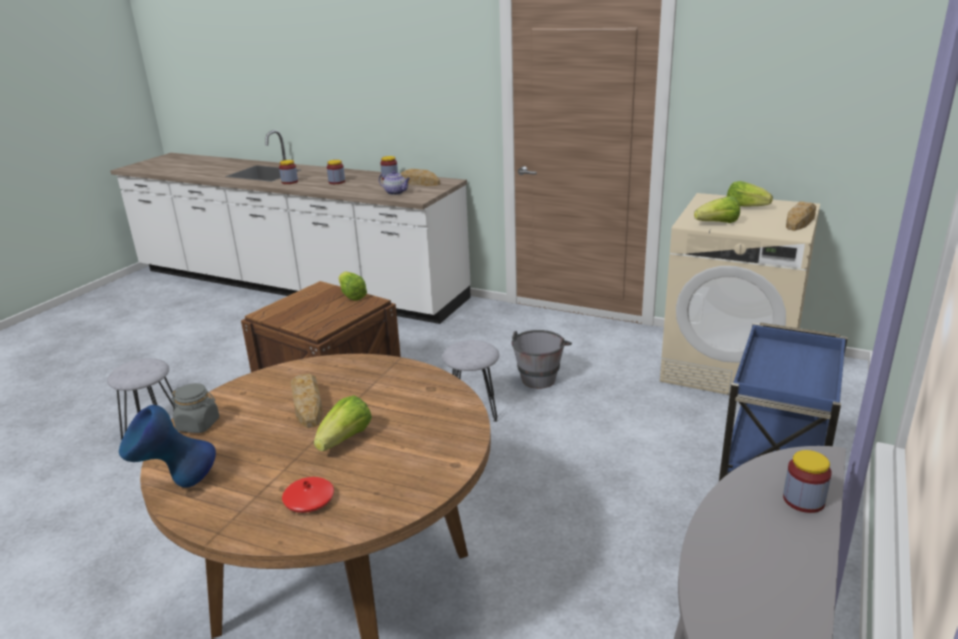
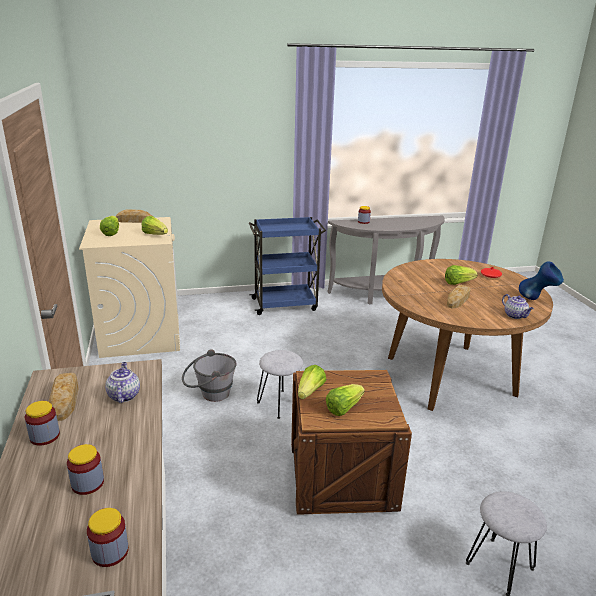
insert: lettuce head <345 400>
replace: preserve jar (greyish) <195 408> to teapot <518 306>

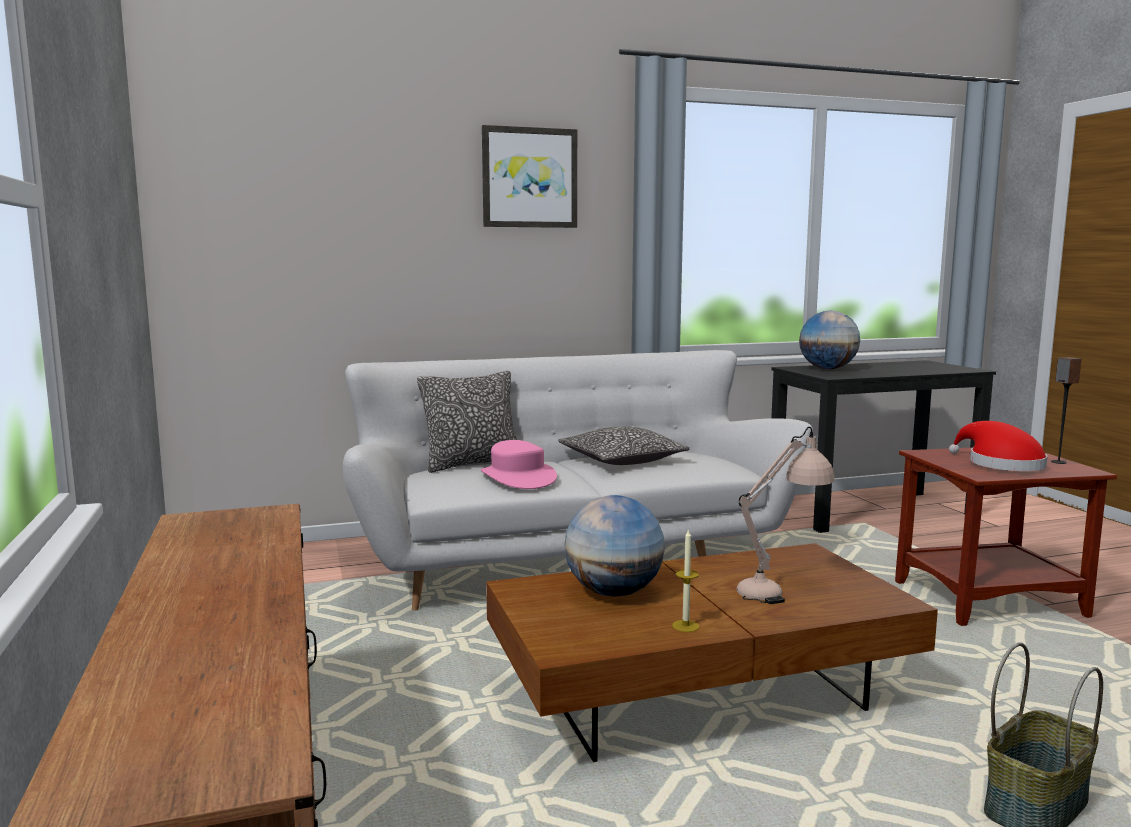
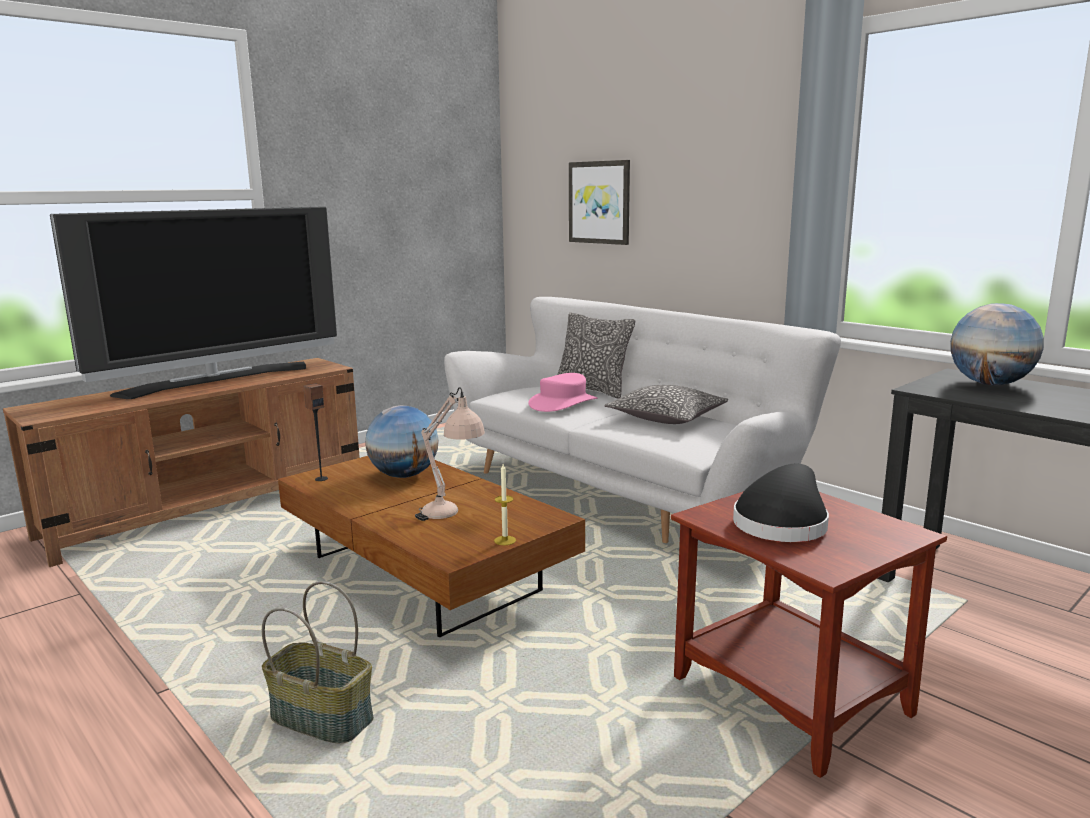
insert: TV <193 303>
move: audio speaker <1066 410> to <316 432>; wax candle <685 580> to <505 504>; wall picture <529 176> to <599 202>
recolor: clothing hat (reddish) <998 446> to clothing hat (black) <781 503>

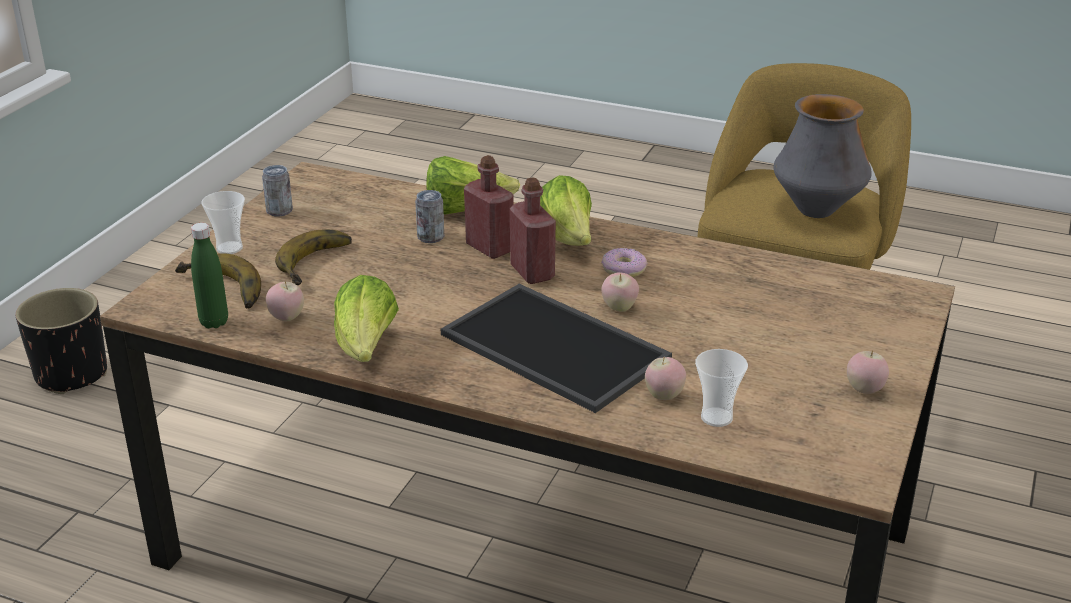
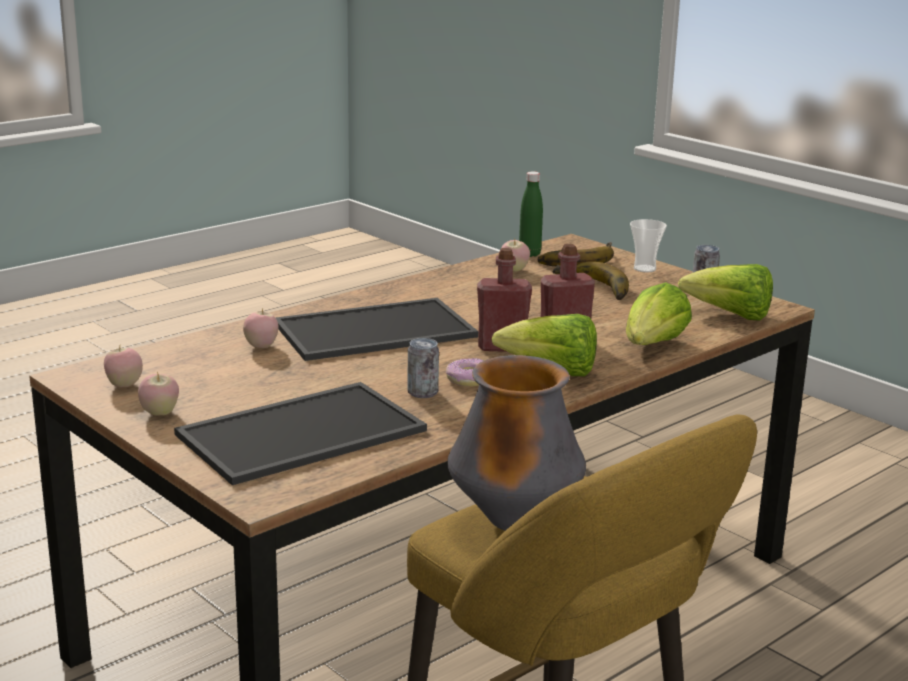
delete: flower pot (black) <61 341>; drinking cup <721 388>
insert: carrying tray <300 433>
move: whole apple <620 292> to <123 366>; sealed can <429 216> to <423 368>; lettuce head <366 318> to <725 292>

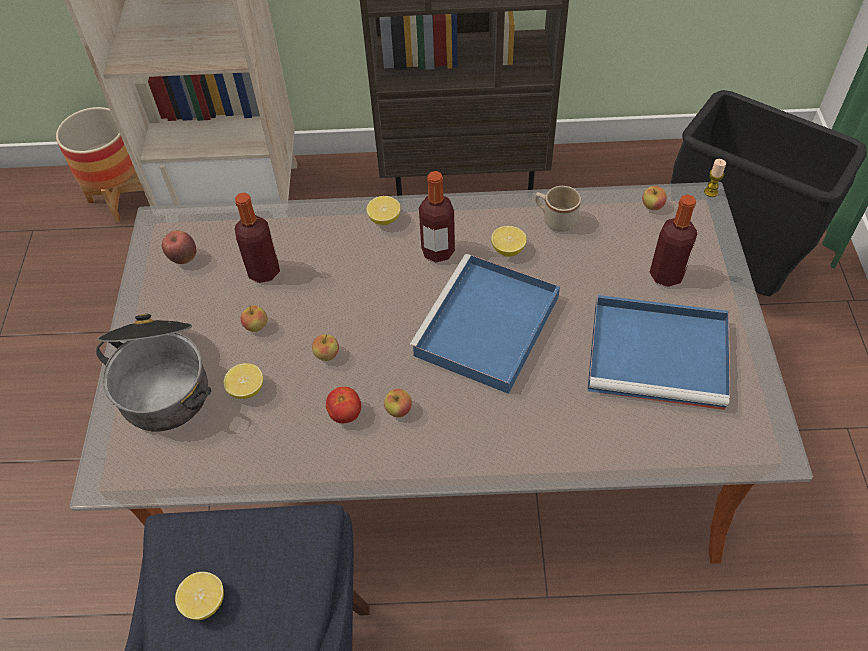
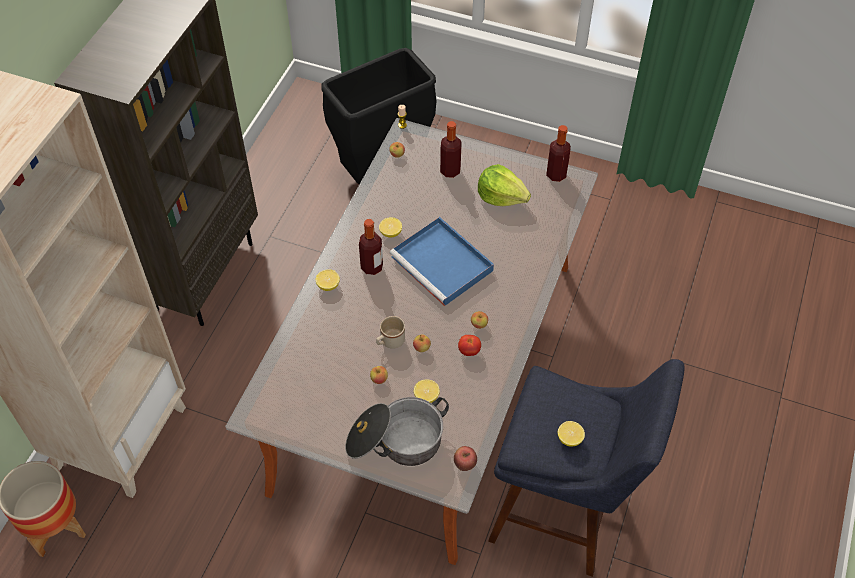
move: tea mug (sand-coloured) <558 209> to <390 332>; whole apple <179 247> to <465 458>; drink bottle <257 237> to <558 153>
replace: carrying tray (bluish) <658 352> to lettuce head <504 185>

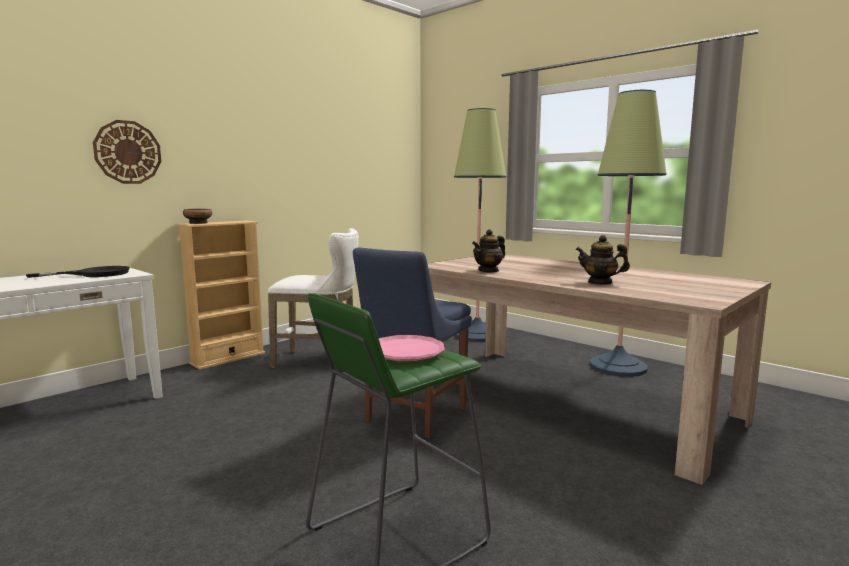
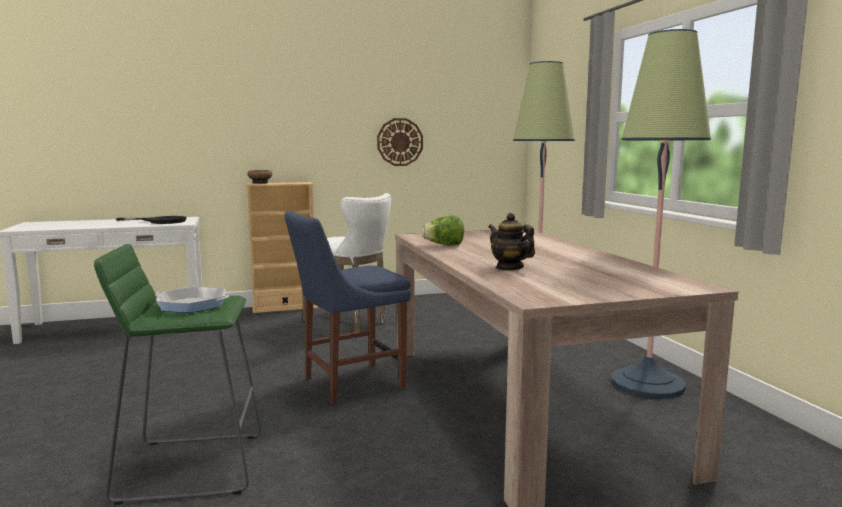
move: clock on the wall <127 152> to <400 142>
replace: dinner plate (pink-coloured) <412 348> to skillet <192 299>; teapot <488 251> to lettuce head <442 231>

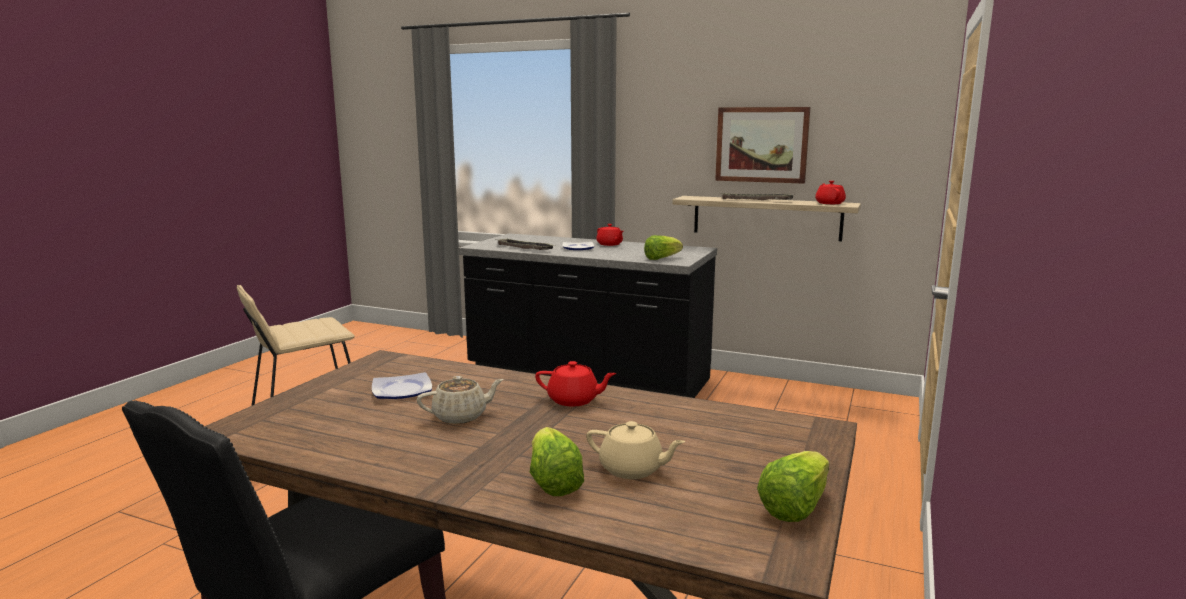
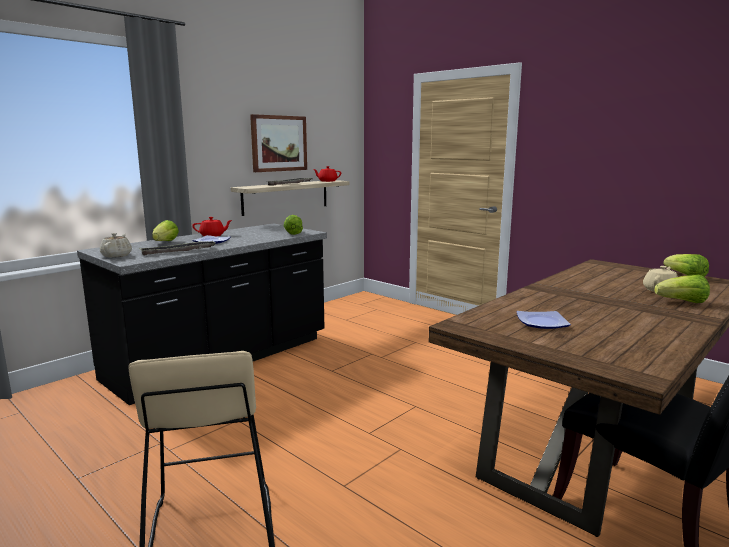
delete: teapot (reddish) <575 384>
insert: lettuce head <165 230>
move: teapot (sand-coloured) <460 400> to <116 245>

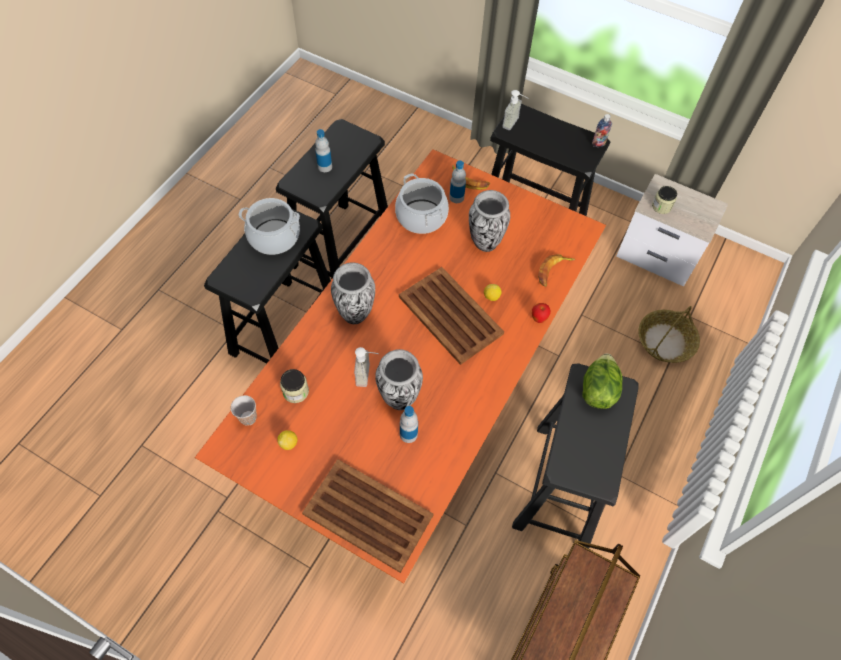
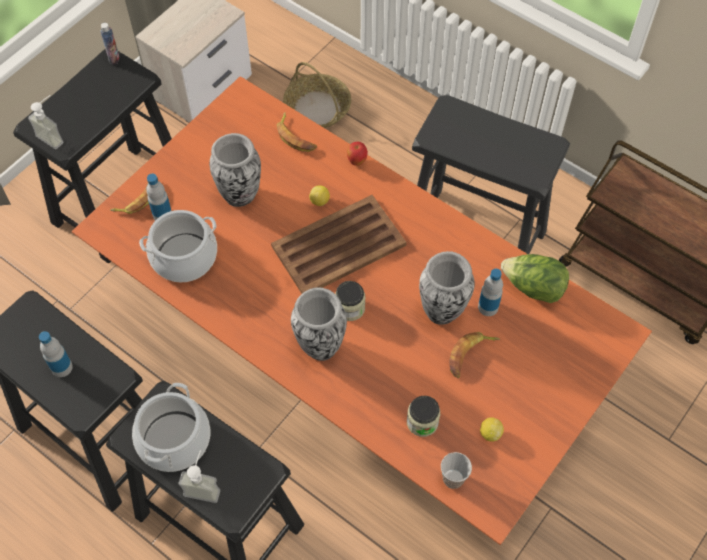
delete: carrying tray (brown-coloured) <368 516>
insert: banana <474 355>
move: liquid soap bottle <366 367> to <199 476>; preserve jar <664 200> to <350 301>; lettuce head <602 381> to <535 278>

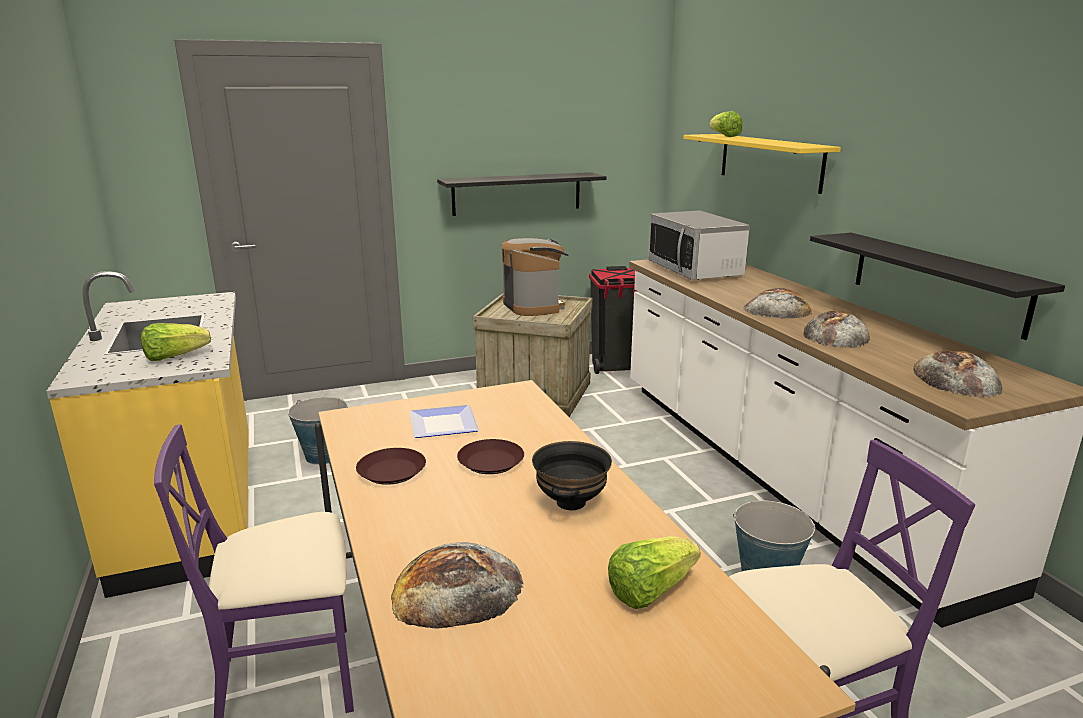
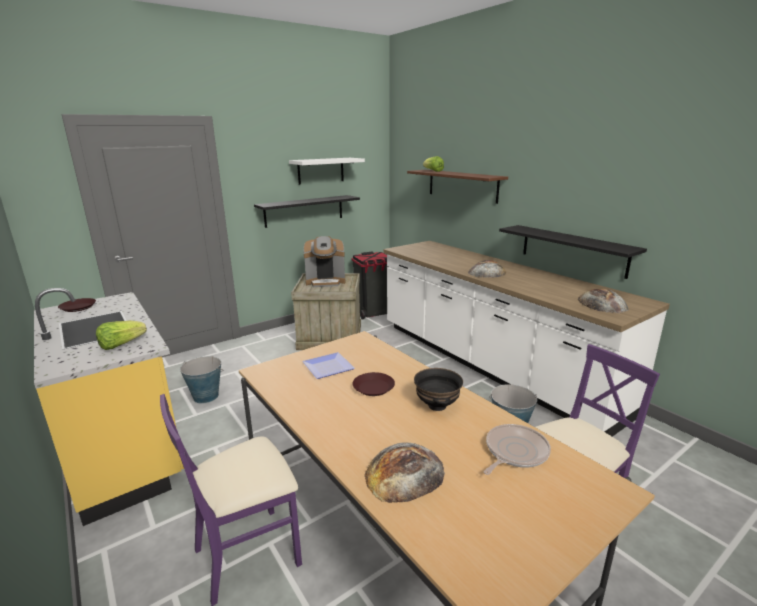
delete: microwave <699 245>; baked bread <836 329>
insert: bracket shelf (white-coloured) <327 171>
move: dinner plate (brown-coloured) <391 466> to <77 305>
replace: lettuce head <654 572> to skillet <517 449>
recolor: bracket shelf (yellow-coloured) <762 164> to bracket shelf (brown-coloured) <457 187>
rotate: coffee maker <535 277> = <324 261> 120 degrees clockwise

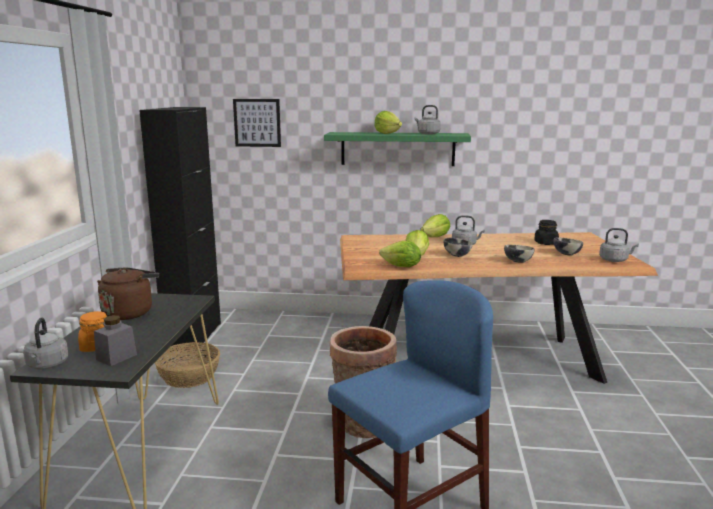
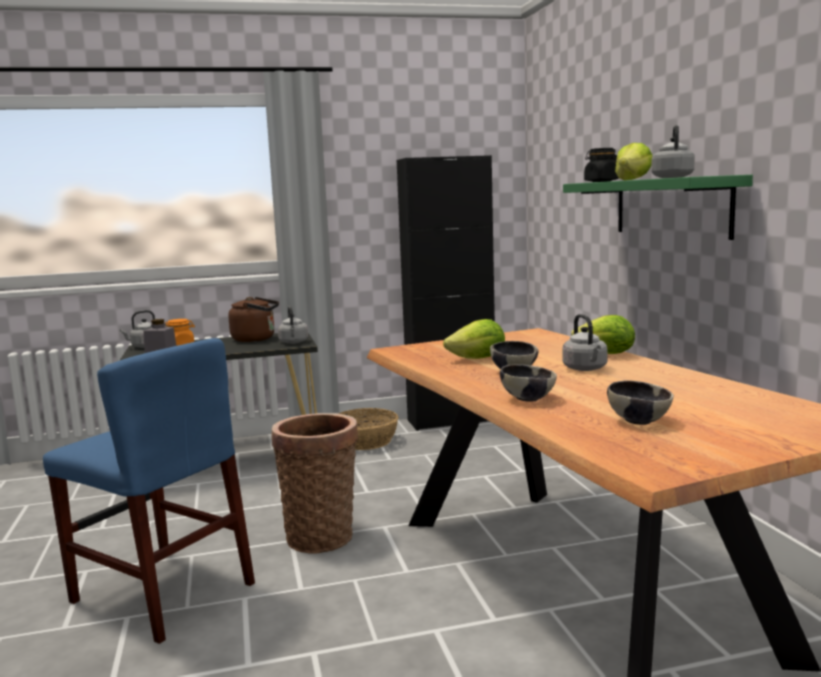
delete: wall picture <257 123>; lettuce head <400 254>
move: water kettle (greyish) <619 245> to <293 325>; preserve jar (black) <546 232> to <601 165>

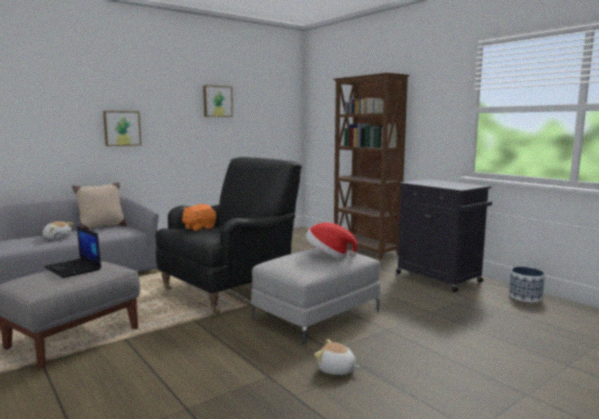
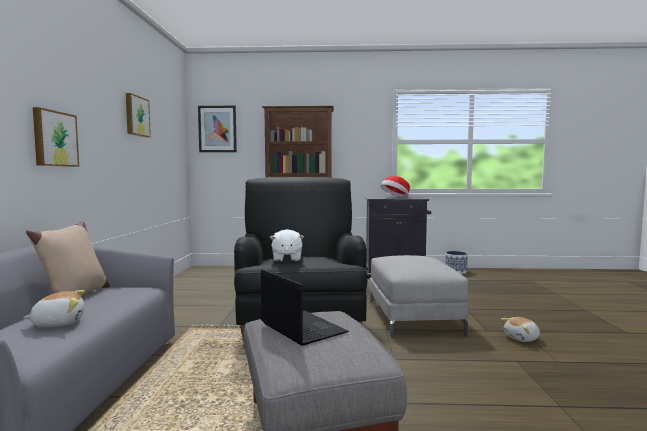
insert: wall picture <217 129>
move: clothing hat <332 240> to <395 187>
recolor: plush toy (orange-coloured) <199 217> to plush toy (white-coloured) <287 245>
rotate: laptop <72 252> = <305 307> 120 degrees counterclockwise

